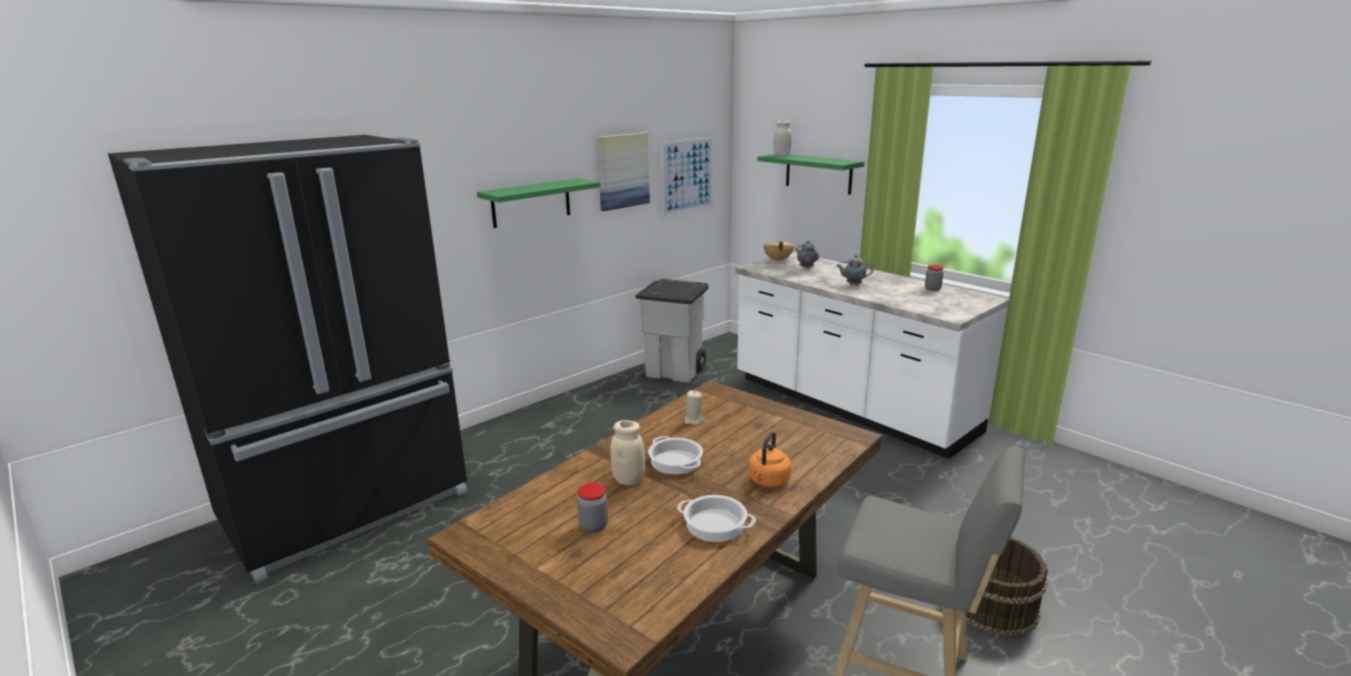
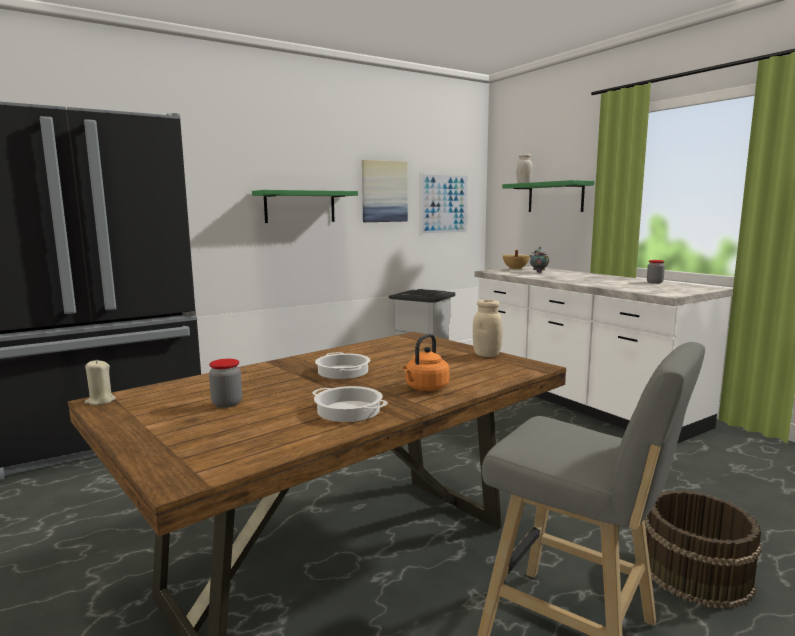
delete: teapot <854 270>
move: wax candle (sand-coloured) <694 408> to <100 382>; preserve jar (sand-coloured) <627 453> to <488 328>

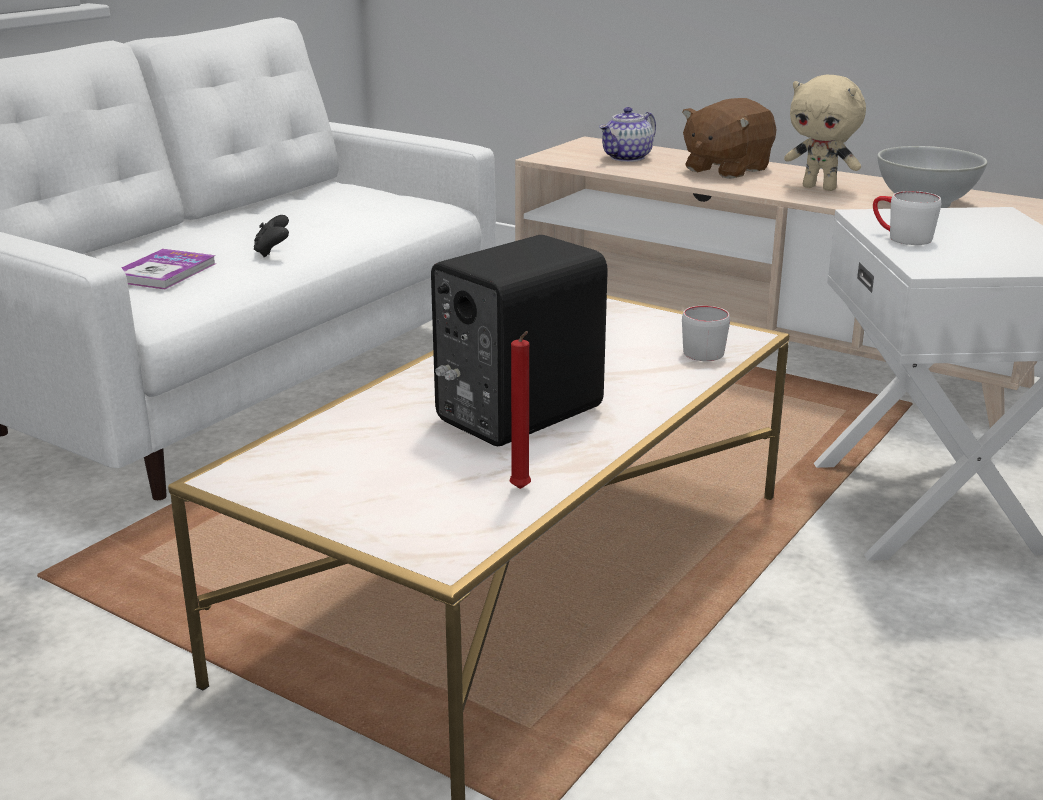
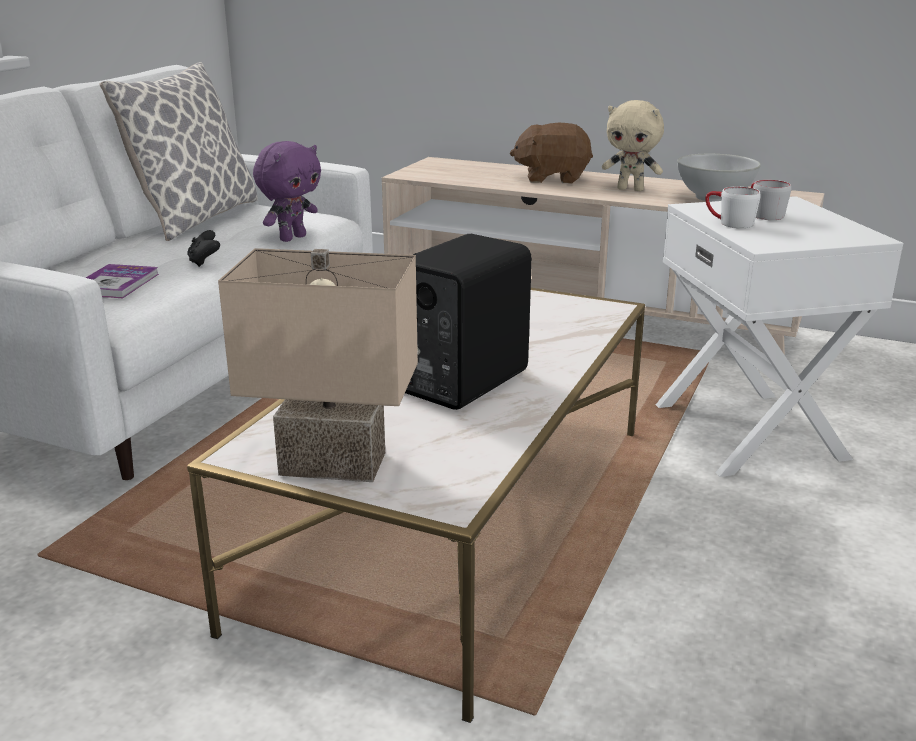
delete: wax candle (reddish) <520 410>; teapot <627 134>
insert: cushion <178 151>; tabletop lamp (sand-coloured) <318 365>; plush toy (purplish) <287 191>
move: tea mug (greyish) <706 333> to <771 200>
rotate: plush toy (brown-coloured) <729 138> = <551 153> 60 degrees clockwise

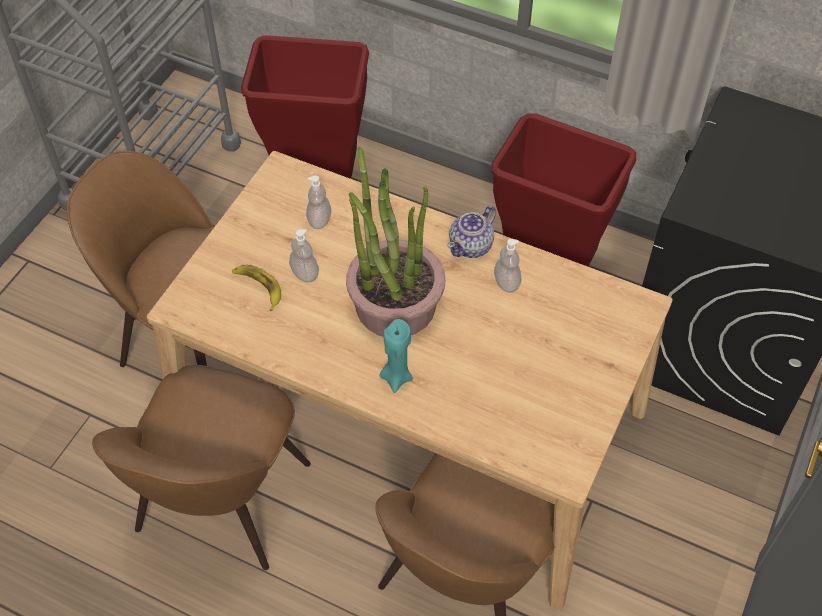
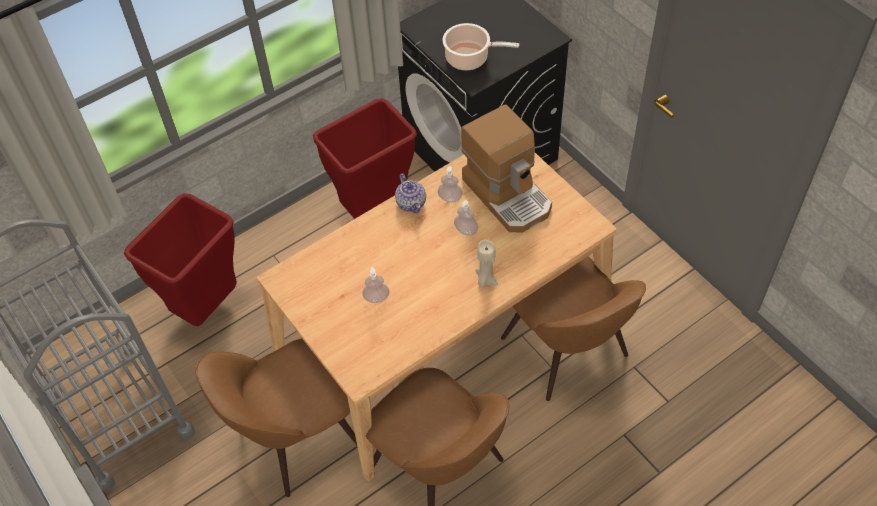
delete: banana <256 288>; plant in a pot <395 241>
insert: saucepot <481 46>; coffee maker <506 169>
move: liquid soap bottle <318 202> to <466 218>
recolor: wax candle (turquoise-coloured) <396 356> to wax candle (sand-coloured) <486 264>

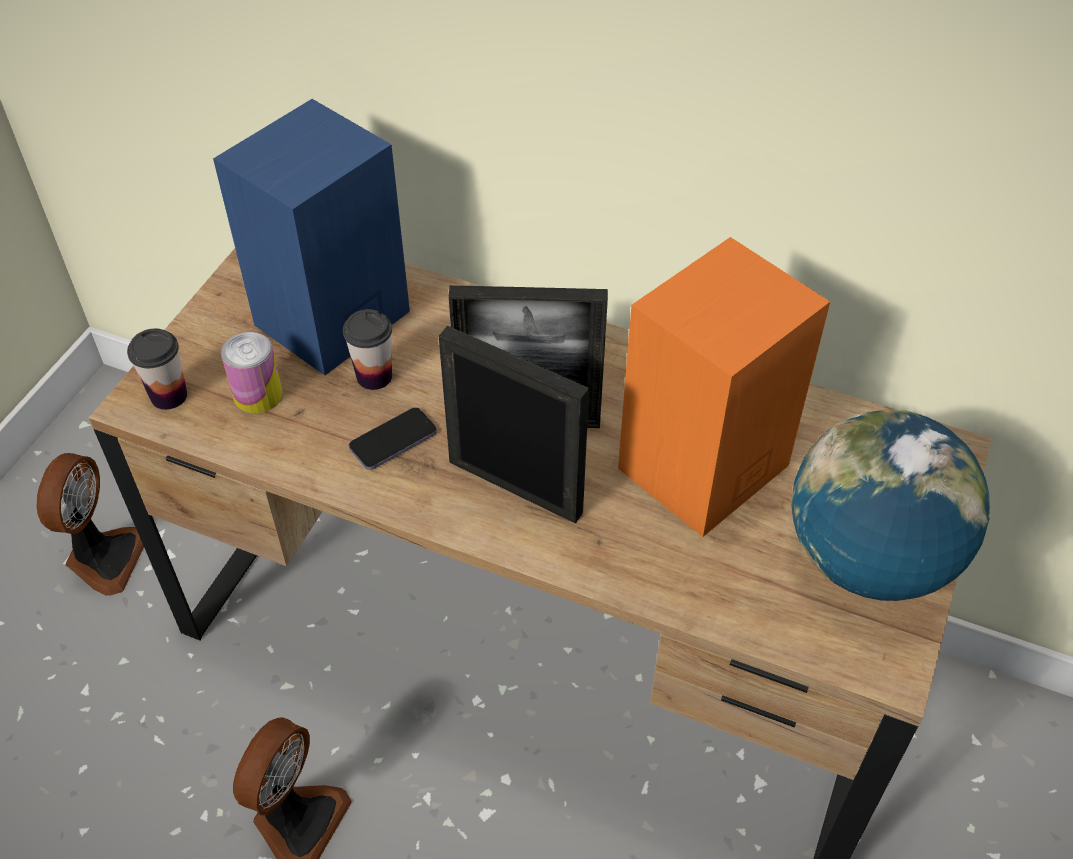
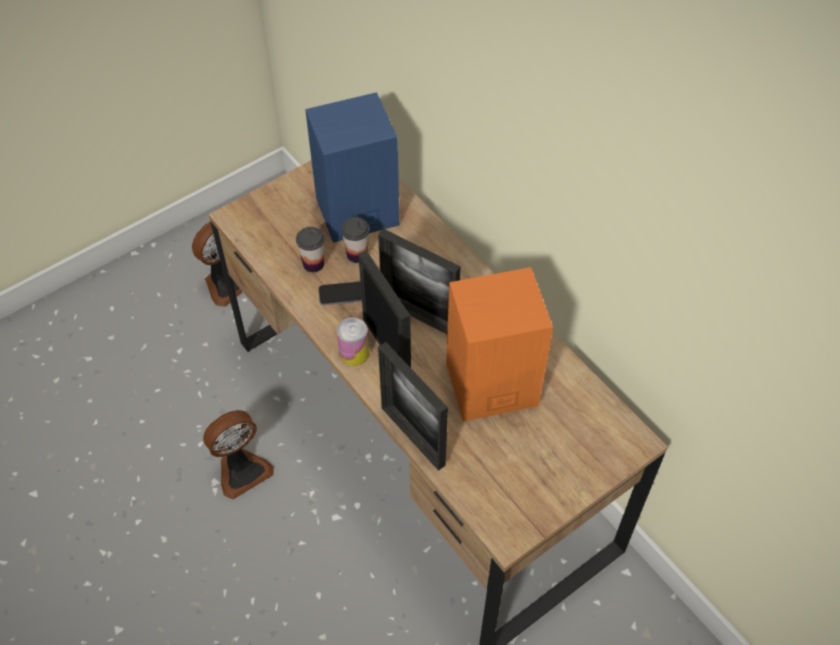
delete: globe <891 505>
insert: standing frame <413 406>
move: drinking cup <157 369> to <310 250>; sealed can <252 372> to <353 342>

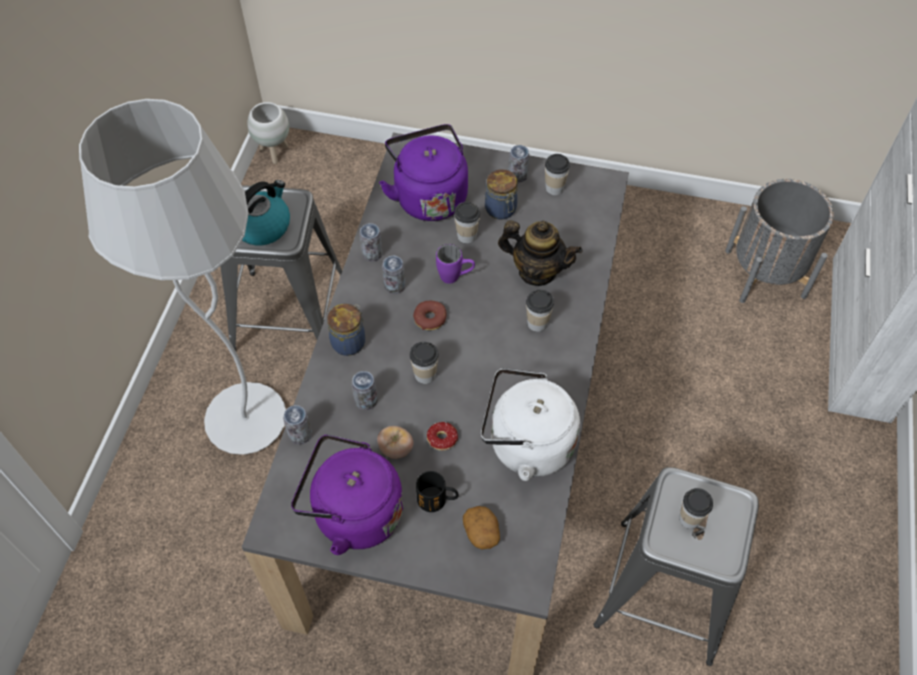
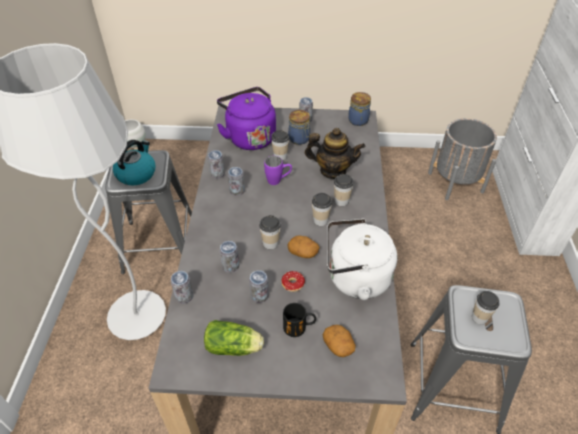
delete: ring doughnut <430 315>
insert: whole potato <304 246>
move: drinking cup <557 174> to <322 209>; preserve jar <346 330> to <359 109>
replace: water kettle (purplish) <347 494> to lettuce head <234 338>; fresh tomato <395 442> to sealed can <259 286>

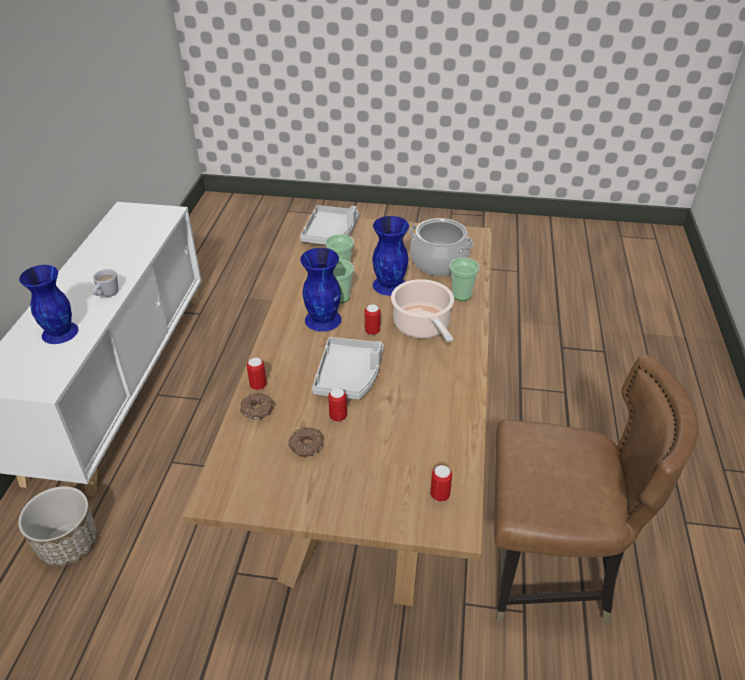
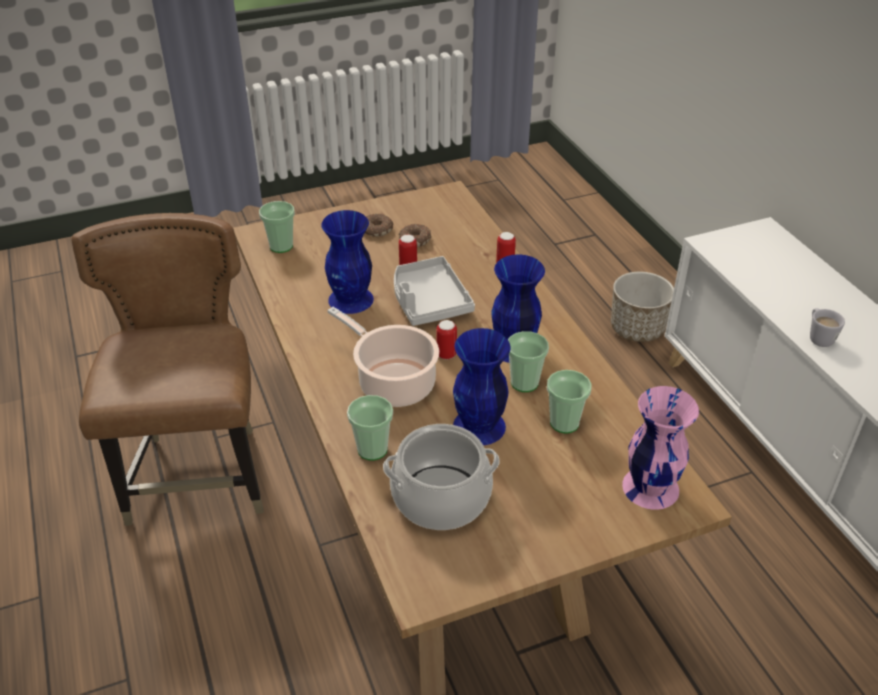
move: flower vase (bluish) <49 304> to <347 262>; ring doughnut <257 406> to <379 225>
replace: sealed can <441 483> to drinking cup <277 227>; carrying tray (greyish) <329 225> to flower vase (pink-coloured) <660 448>
rotate: plain chair (brown-coloured) <596 489> = <167 369> 105 degrees clockwise

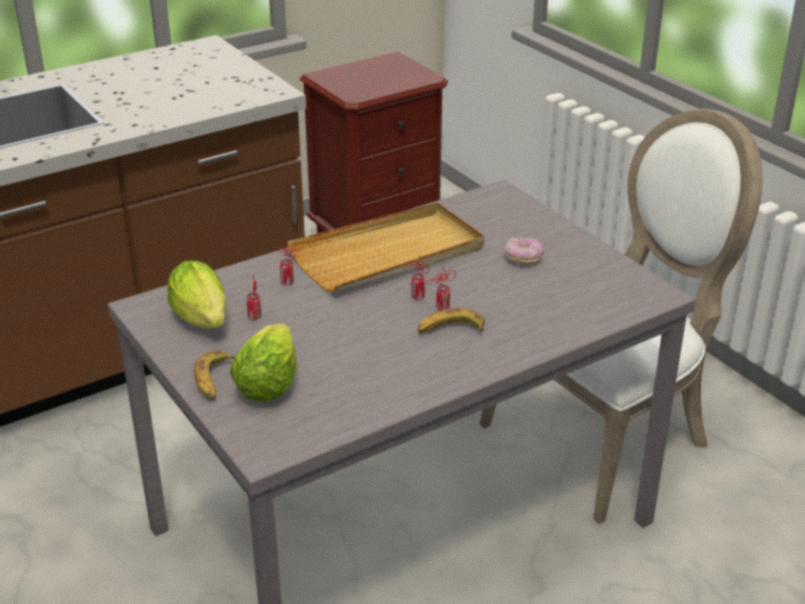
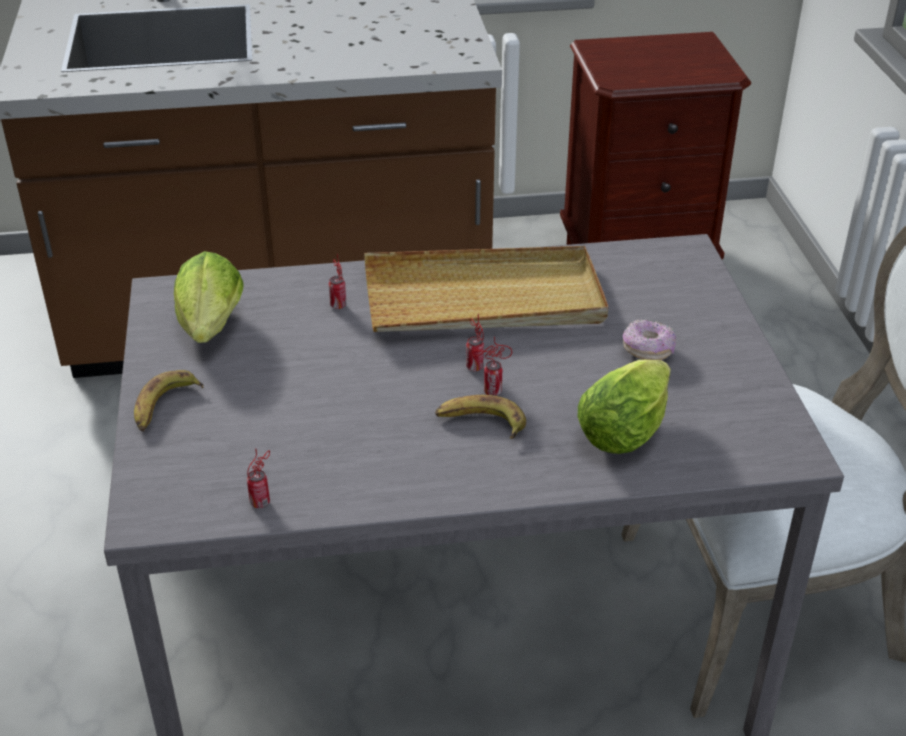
move: sealed can <253 297> to <258 478>; lettuce head <263 362> to <624 407>

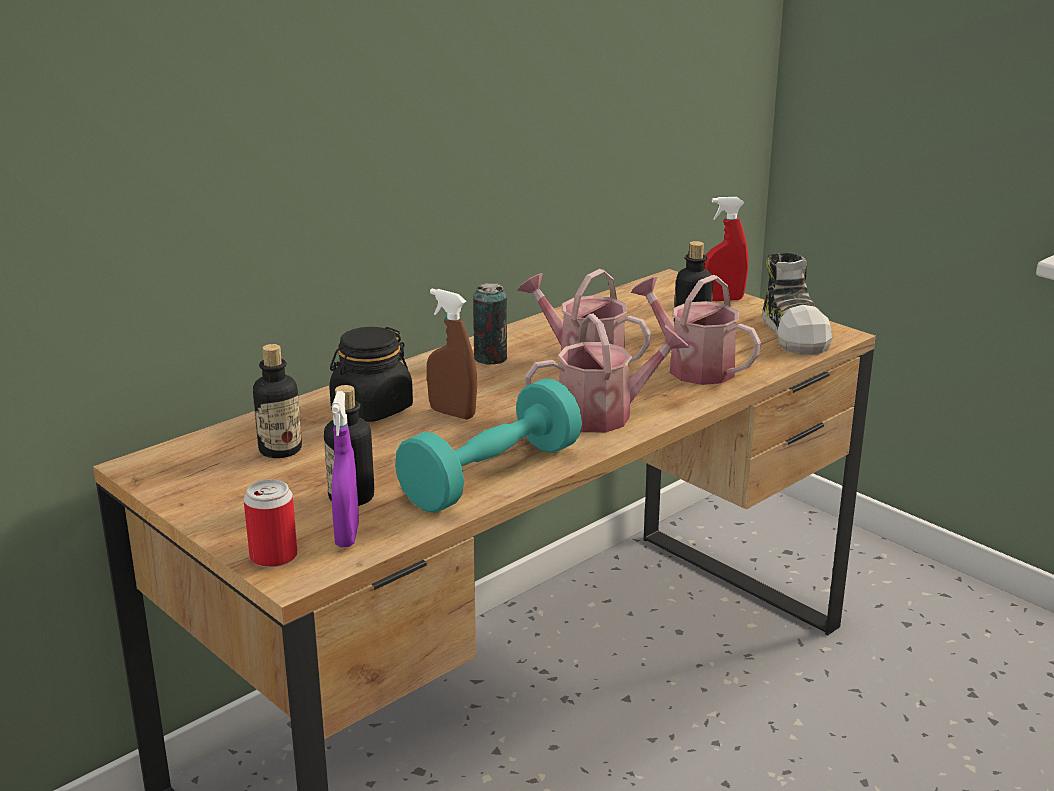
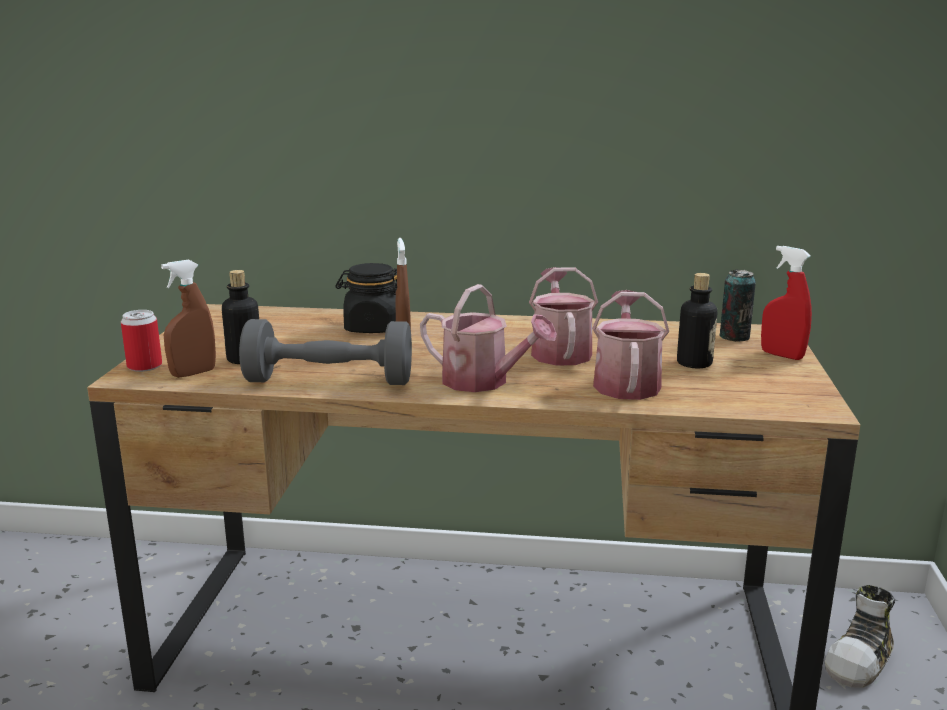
delete: drink bottle <277 401>
move: sealed can <490 324> to <737 306>; low shoe <798 304> to <860 636>
recolor: spray bottle (purplish) <345 469> to spray bottle (brown-coloured) <188 319>; dumbbell (turquoise-coloured) <488 445> to dumbbell (greyish) <325 352>

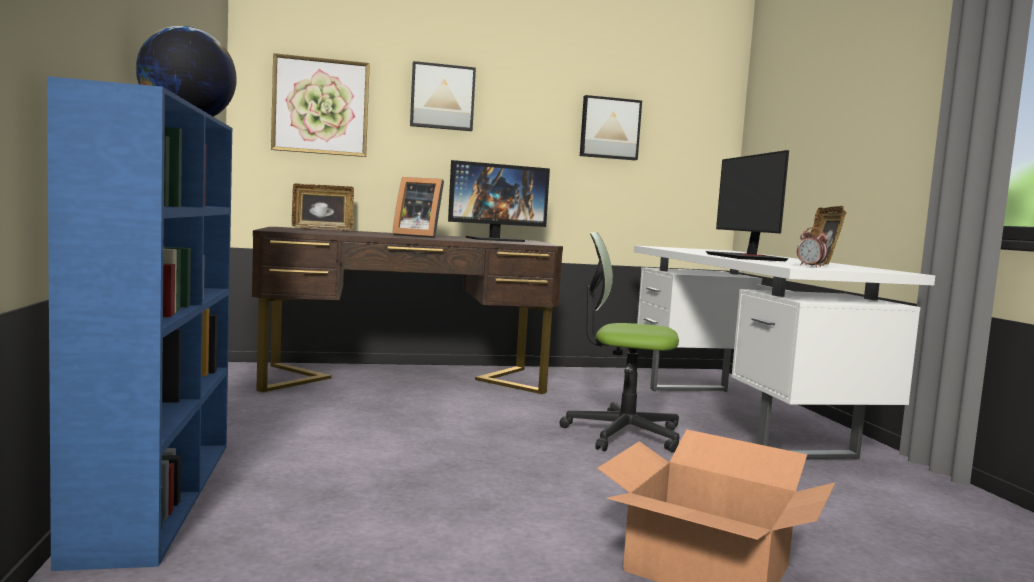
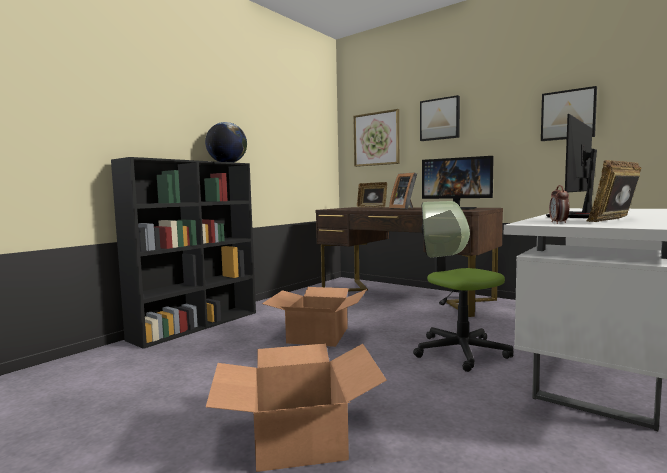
insert: packing box <314 317>
recolor: shelving unit (bluish) <139 323> to shelving unit (black) <183 253>

